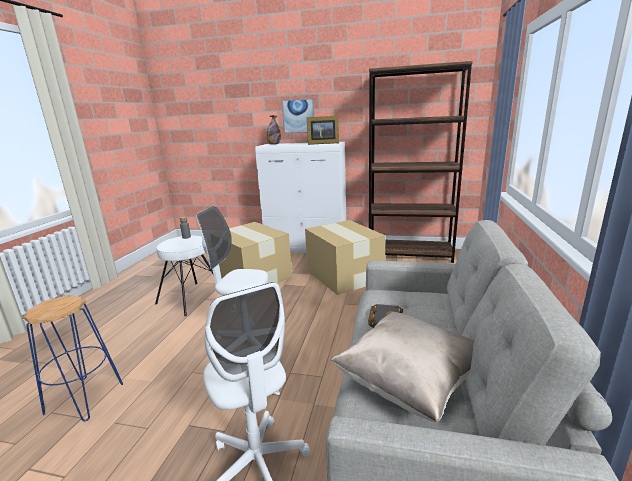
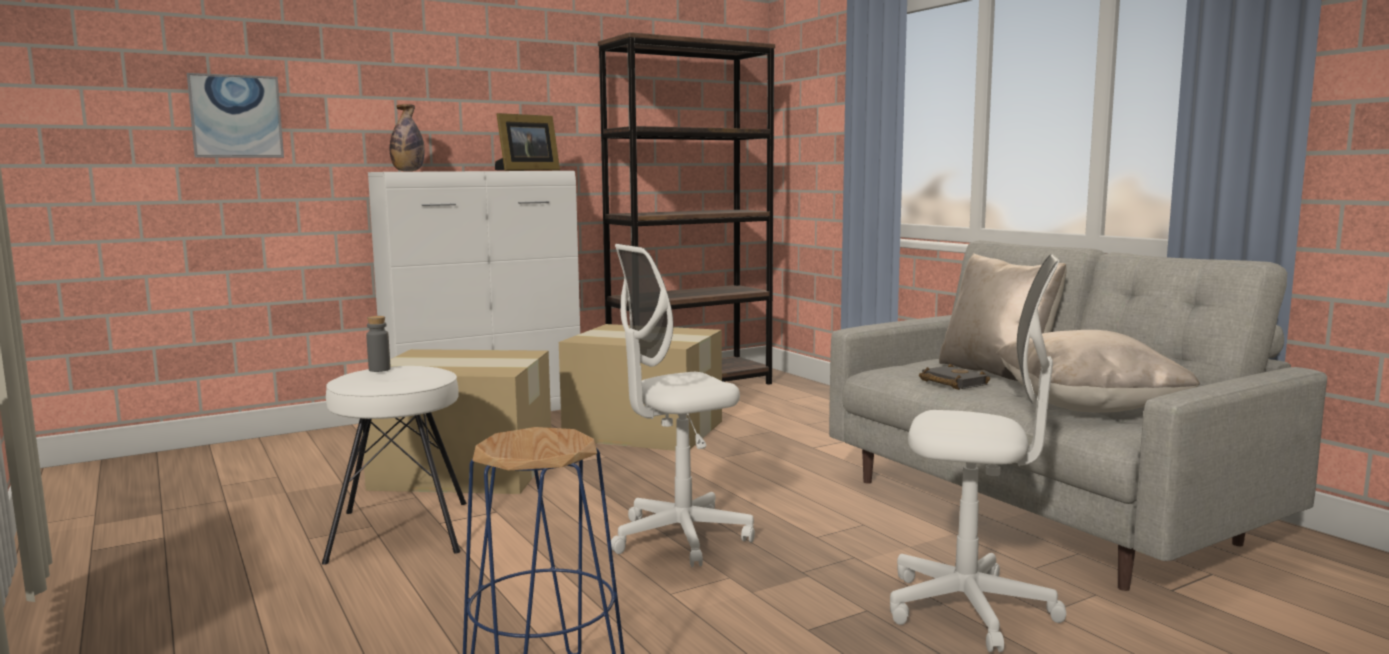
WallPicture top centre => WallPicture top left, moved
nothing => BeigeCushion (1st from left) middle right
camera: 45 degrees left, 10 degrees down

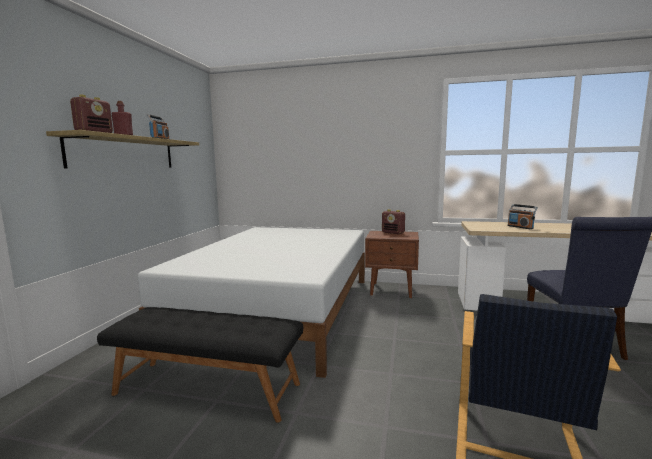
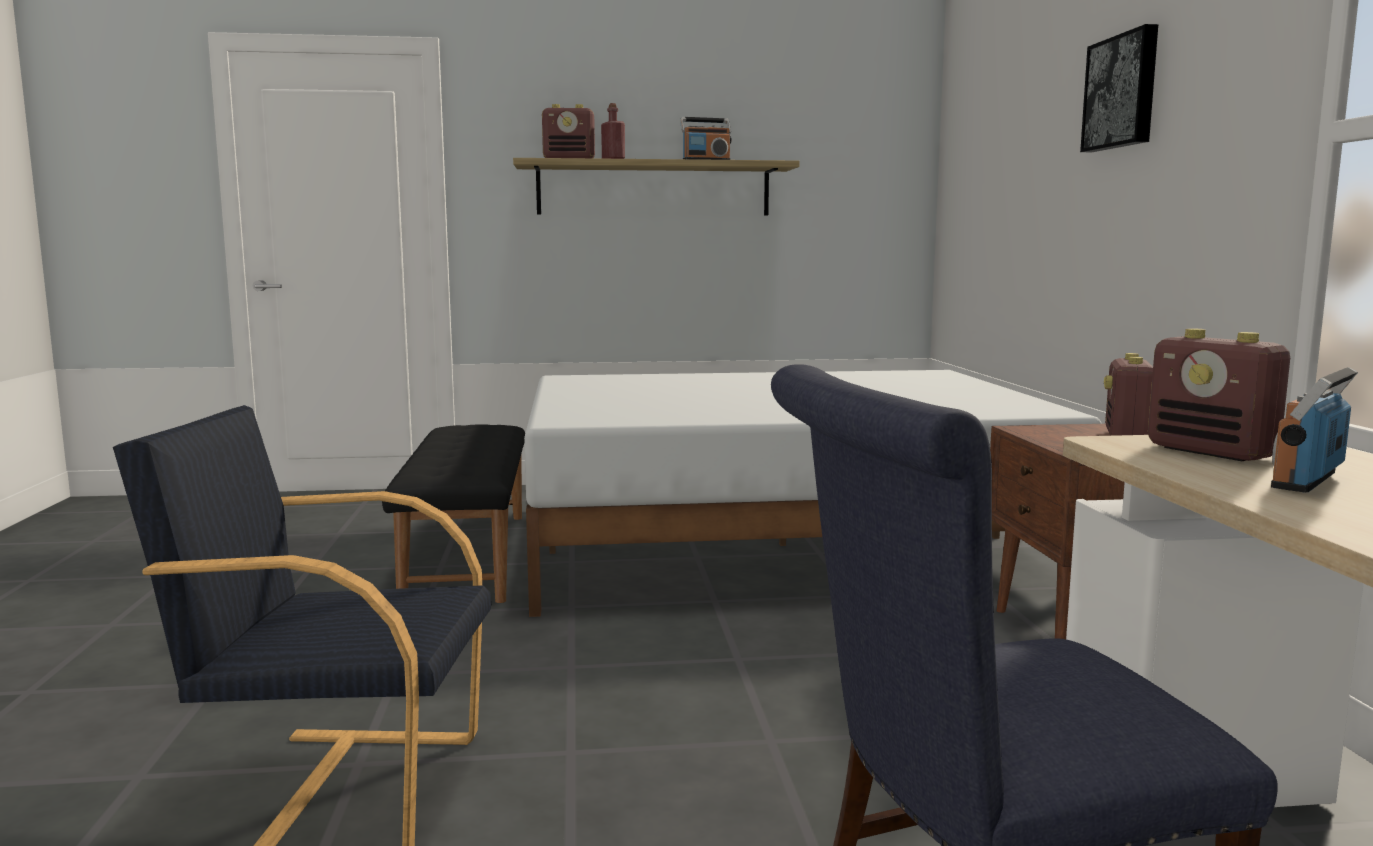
nothing => WallPicture top right
nothing => RadioReceiver (4th from left) middle right
camera: 70 degrees right, 0 degrees up

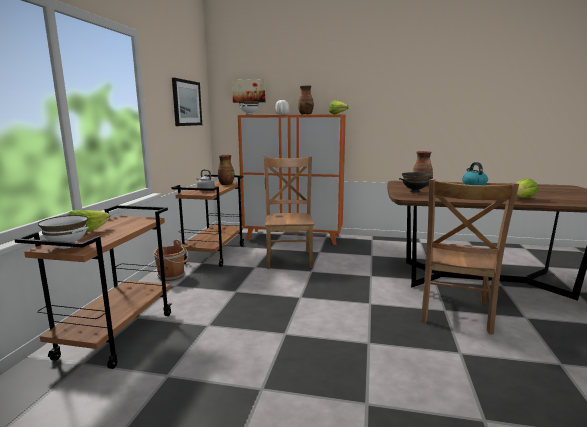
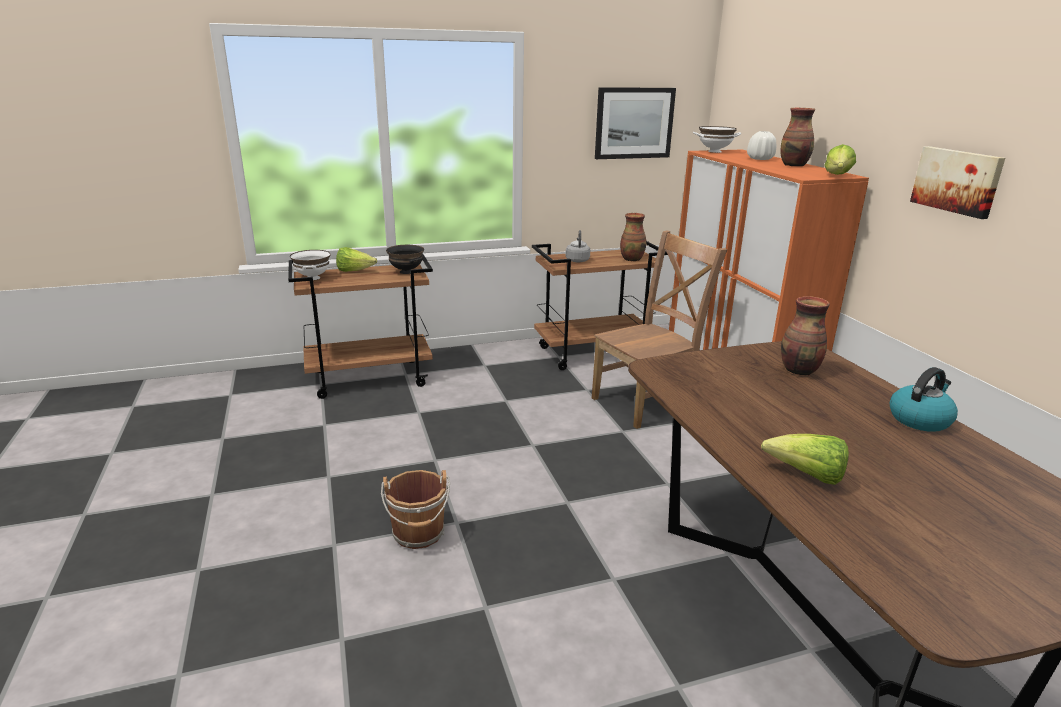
WallPicture (2nd from left) top centre => WallPicture (2nd from left) top right, moved
BlackishDeepDish middle right => BlackishDeepDish centre, moved
BrownColouredPlainChair (2nd from left) middle right => nothing
BrownColouredBucket middle left => BrownColouredBucket bottom centre, moved
camera: 60 degrees right, 10 degrees up

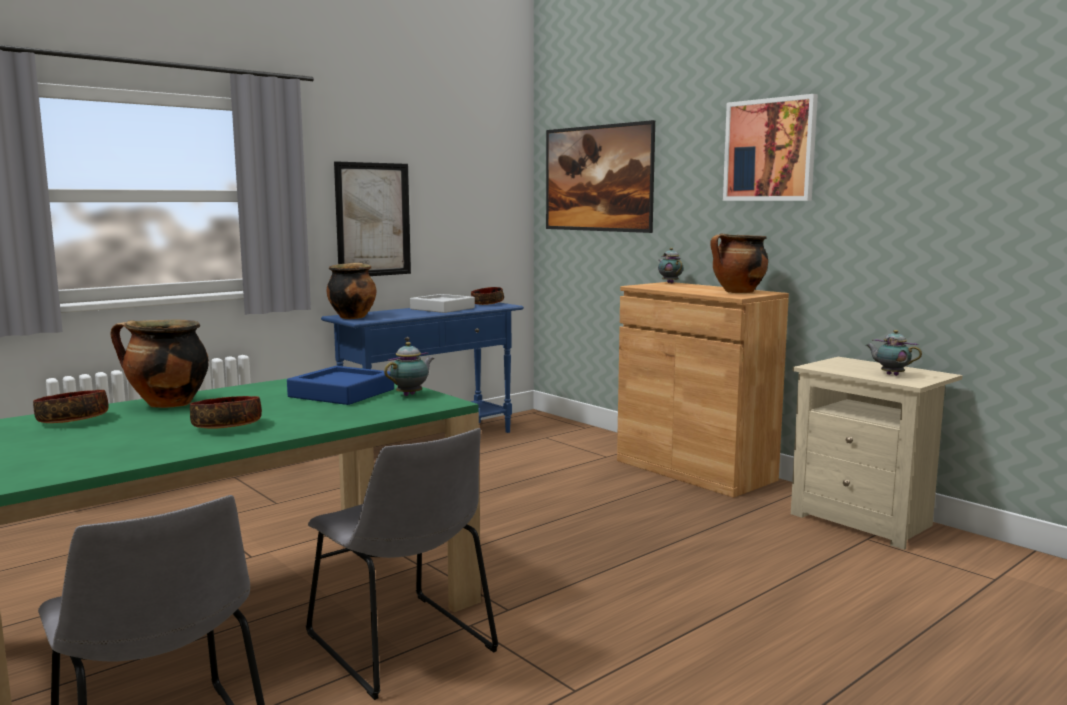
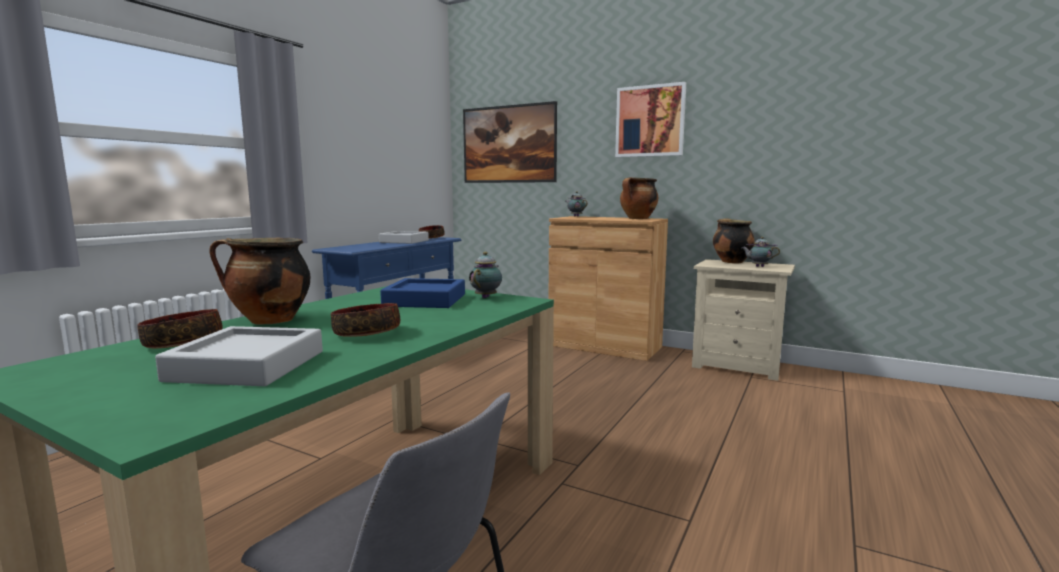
WallPicture (1st from left) top centre => nothing
CookingPot (2nd from left in the first image) middle left => CookingPot (3rd from left) middle right, moved
GreyishPlainChair (2nd from left) bottom centre => nothing
nothing => GreyishCarryingTray (1st from left) middle left
camera: 20 degrees left, 0 degrees up

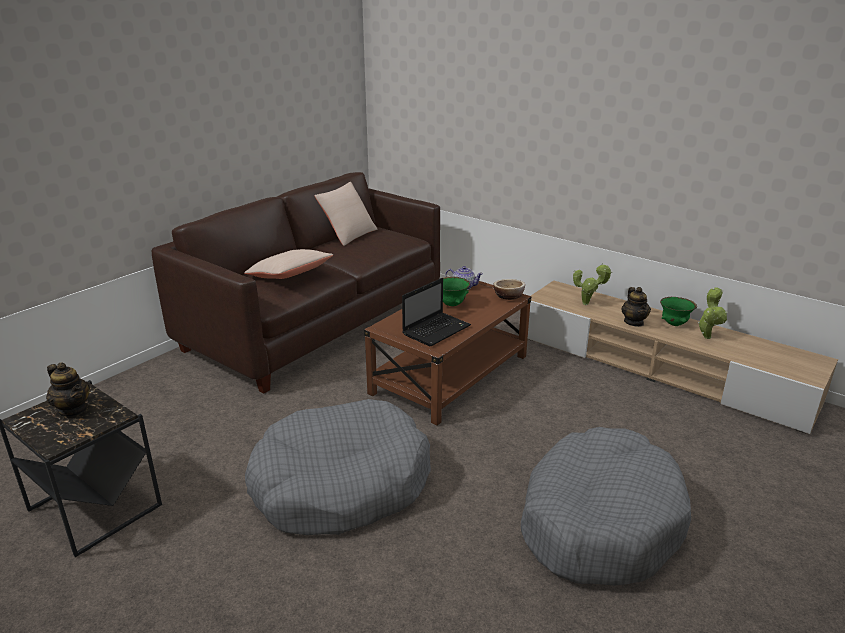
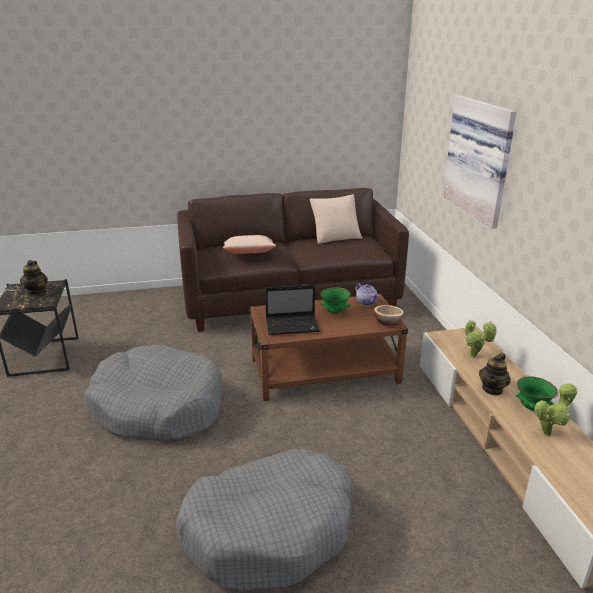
nothing => WallPicture top right
camera: 40 degrees right, 0 degrees up

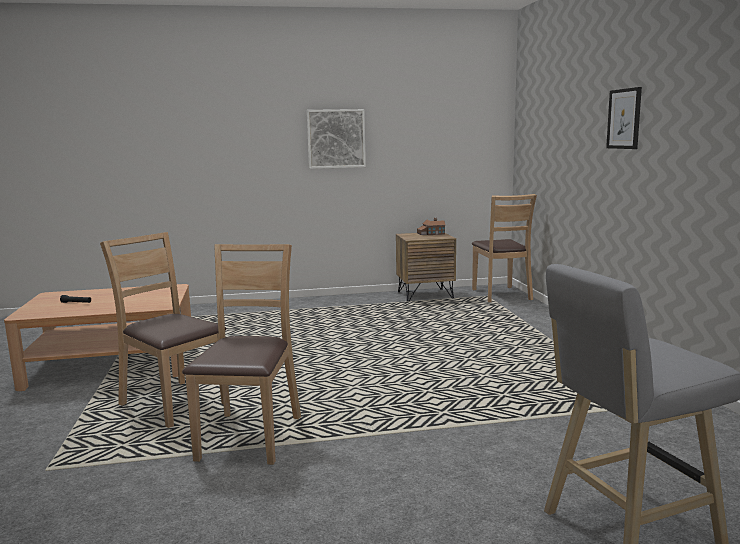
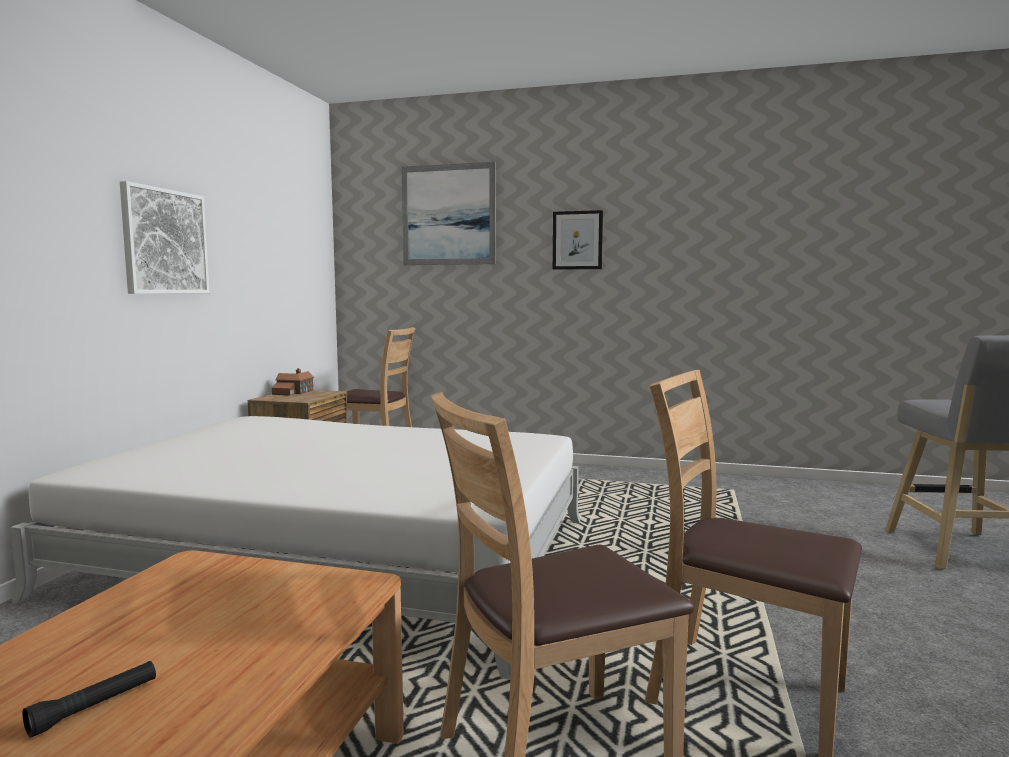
nothing => WallPicture (2nd from left) top centre
nothing => WhiteSleepingBed bottom left
camera: 65 degrees left, 5 degrees down

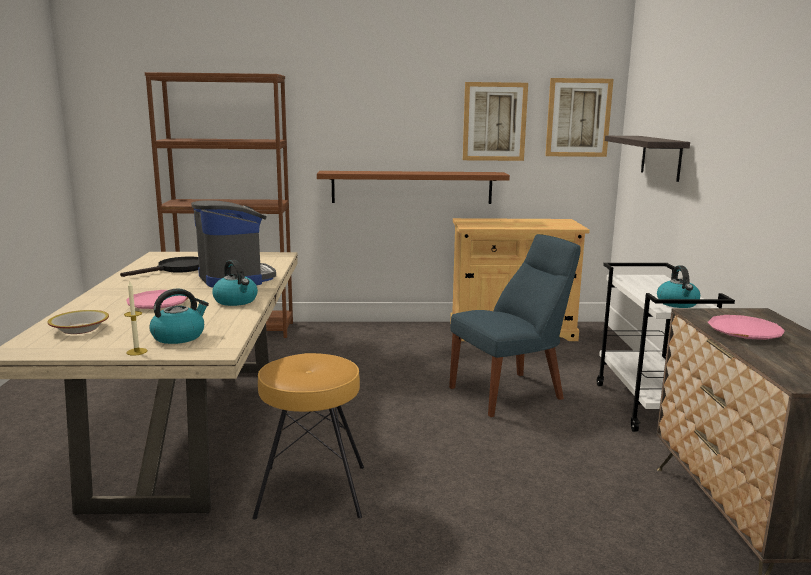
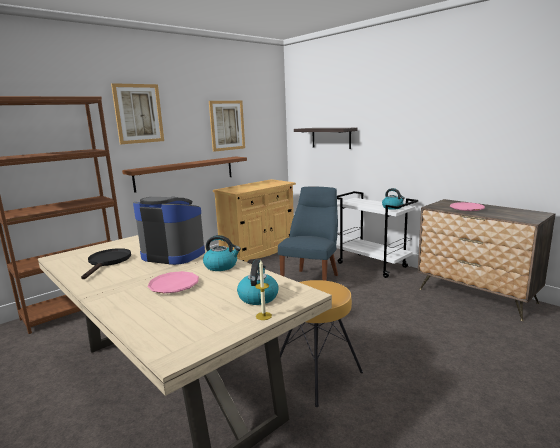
WallPicture (2nd from left in the first image) top right => WallPicture (1st from left) top left, moved
DeepDish middle left => nothing
camera: 40 degrees left, 0 degrees up

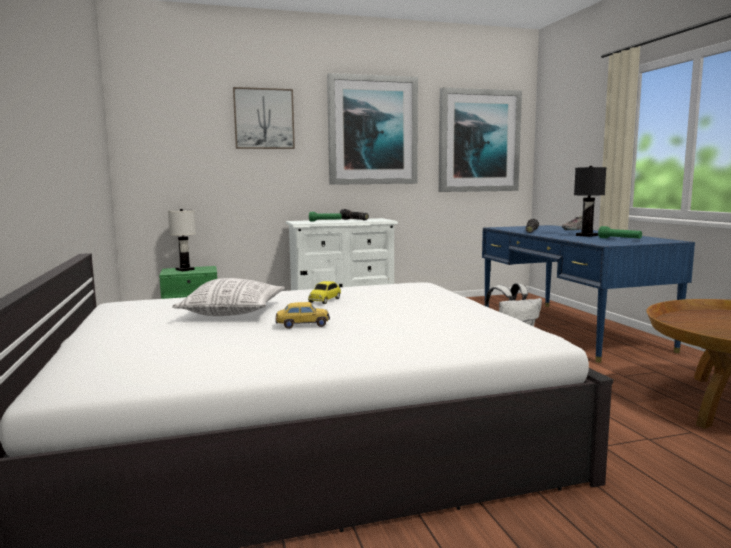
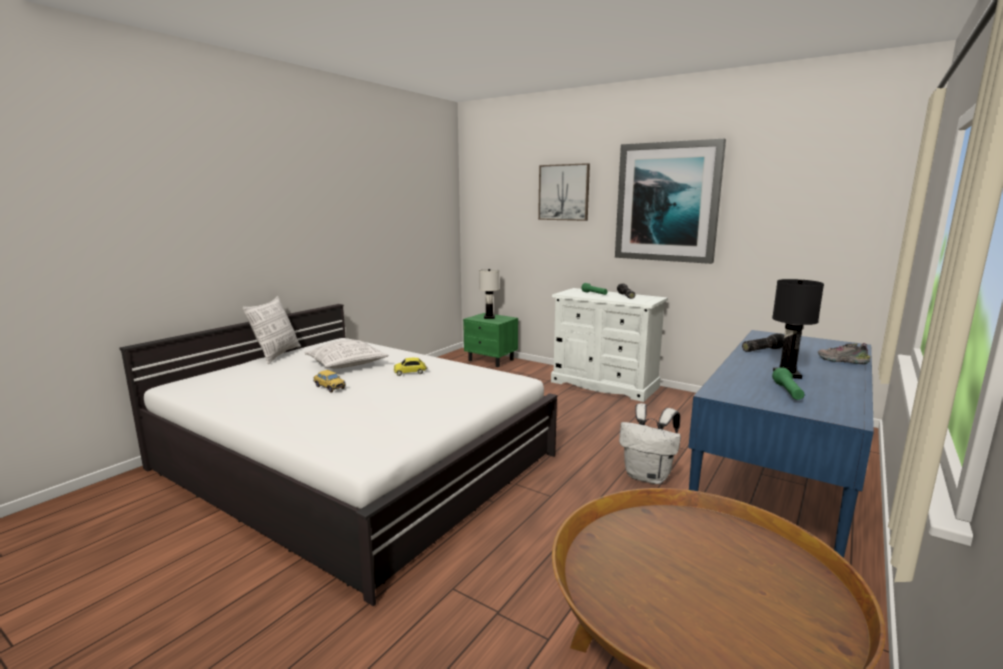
WallPicture (3rd from left) top centre => nothing
nothing => Cushion (1st from left) middle left
camera: 50 degrees right, 5 degrees up

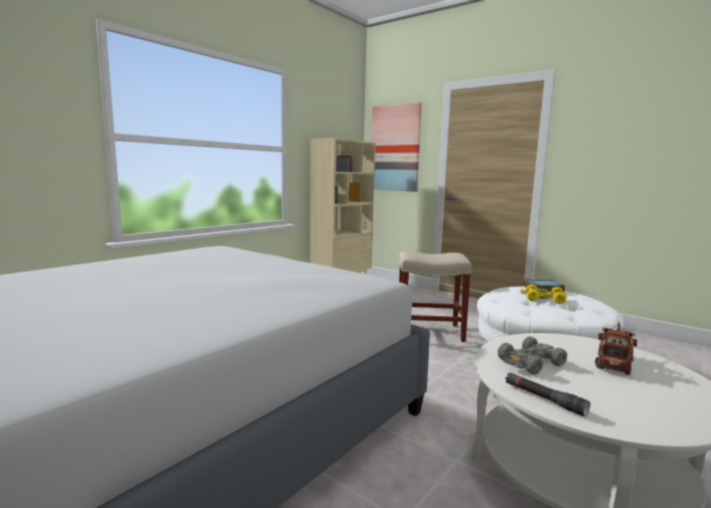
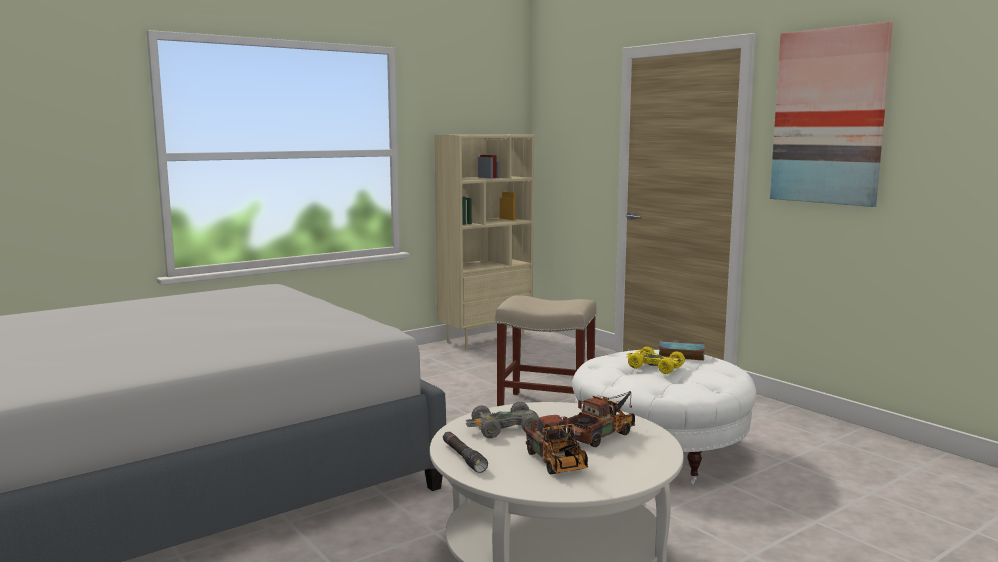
WallPicture top centre => WallPicture top right, moved
nothing => ToyLorry (1st from left) bottom centre
camera: 15 degrees right, 0 degrees up

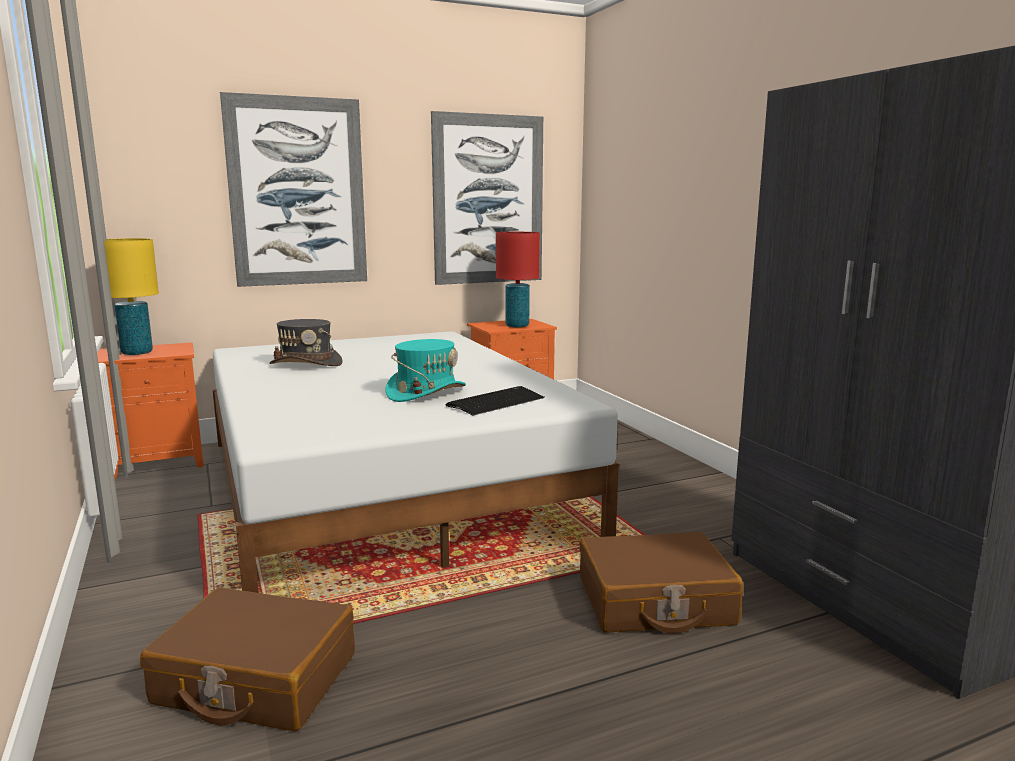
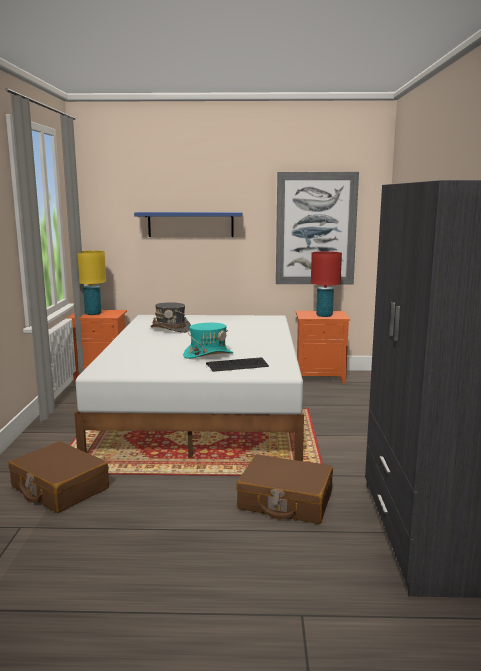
WallPicture (1st from left) top left => BluishWallShelf centre
camera: 25 degrees right, 0 degrees up

